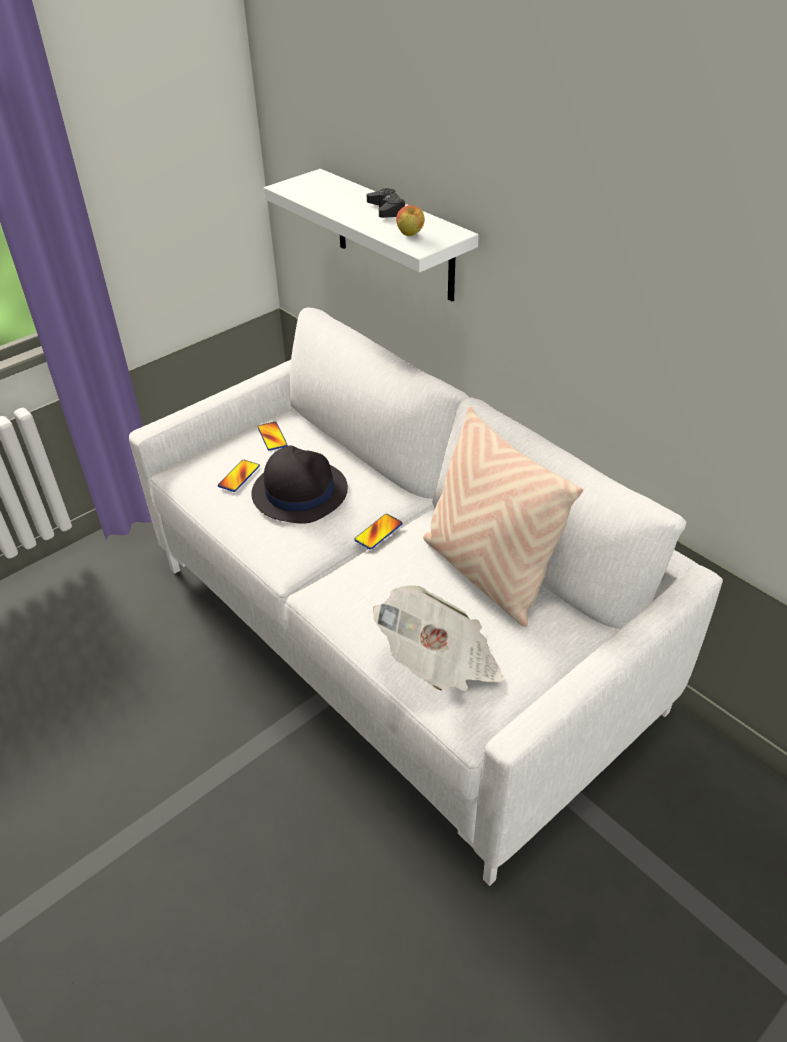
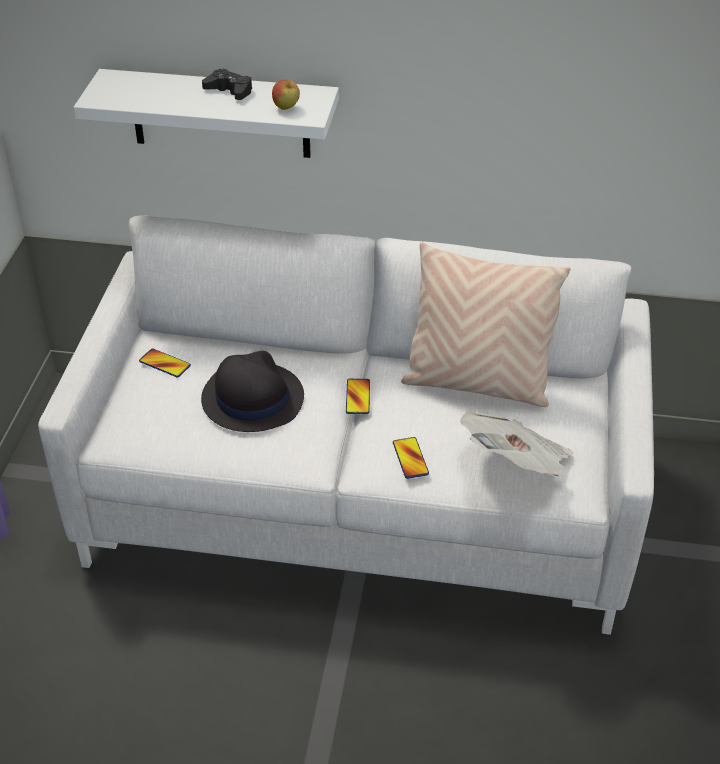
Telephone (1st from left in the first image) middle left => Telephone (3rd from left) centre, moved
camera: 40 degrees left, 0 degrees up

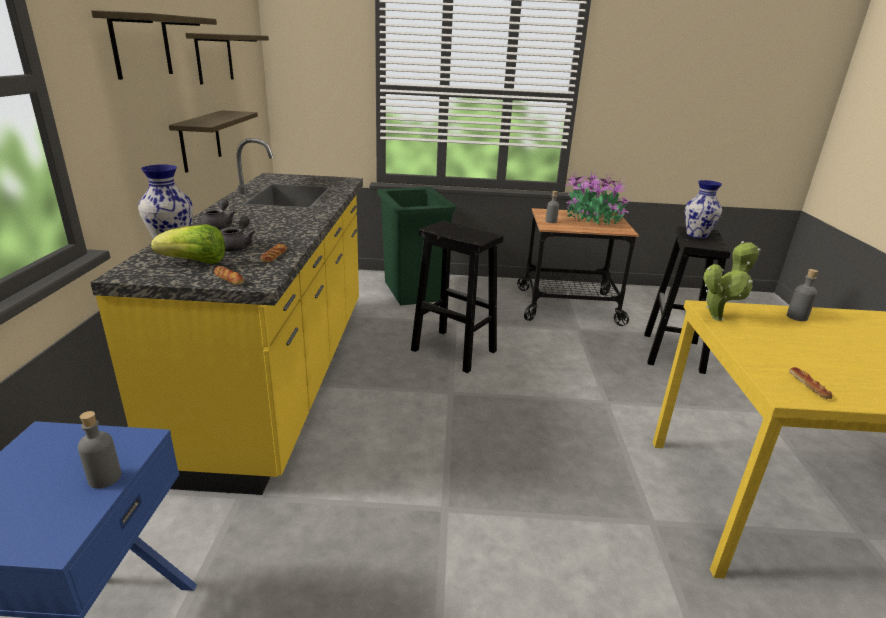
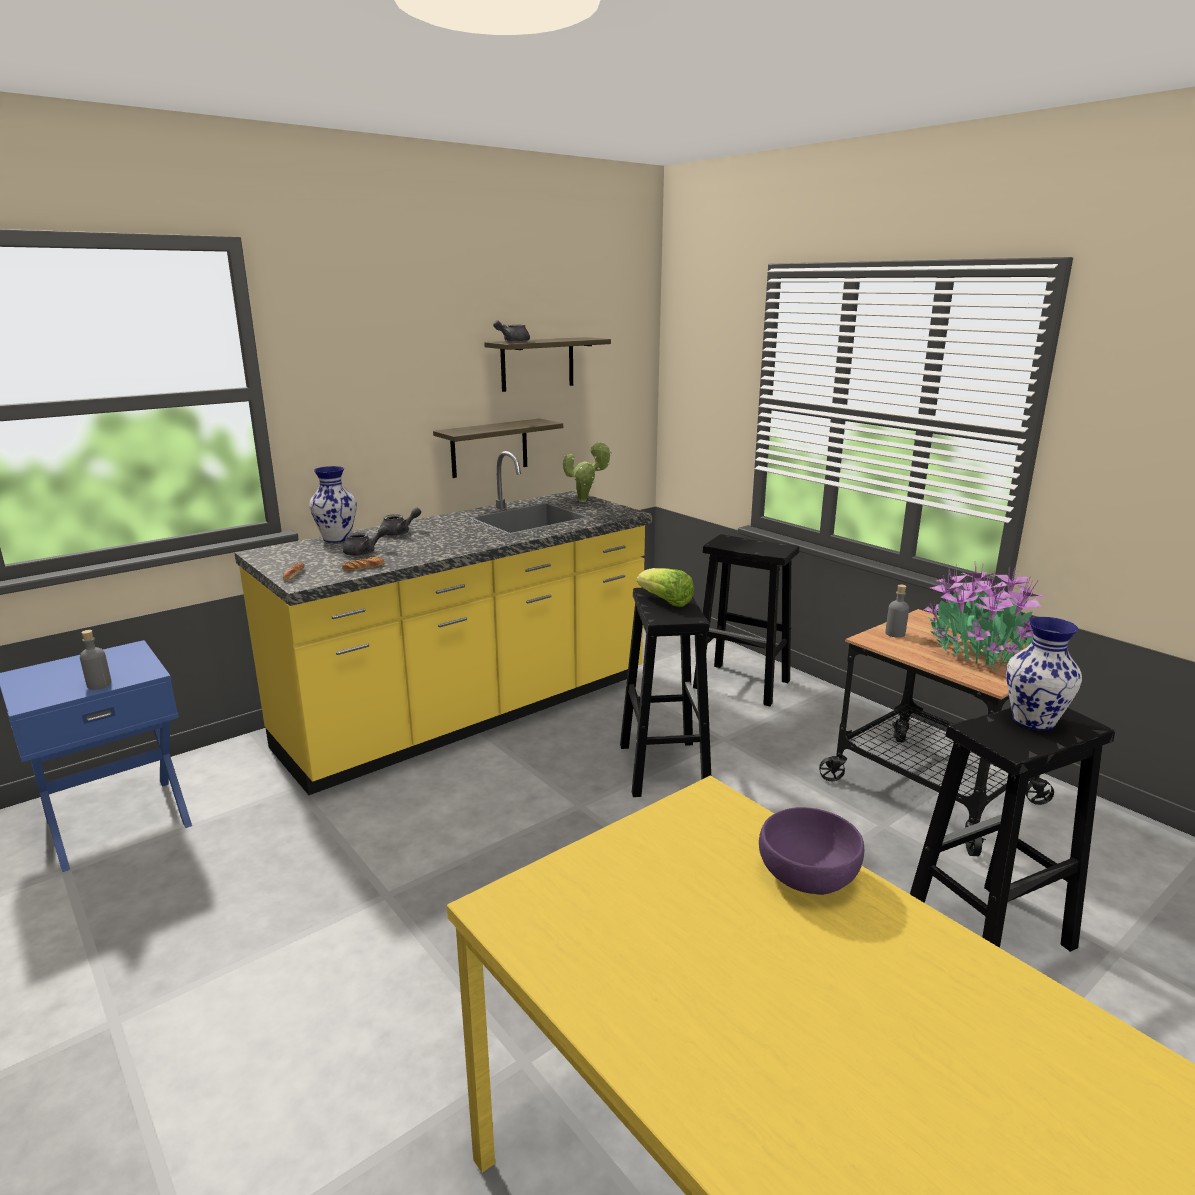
WallShelf (1st from left) top left => nothing
GreenishRubbishBin centre => BlackishSittingStool (2nd from left) centre
HeadOfLettuce middle left => HeadOfLettuce centre, moved
PlantInAPot (2nd from left in the first image) middle right => PlantInAPot (1st from left) centre, moved
GreyishDrinkBottle (3rd from left) middle right => PurpleColouredDeepDish bottom right
BakedBread (3rd from left) middle right => nothing
nothing => GreyishPotForTea (3rd from left) top centre
camera: 50 degrees right, 5 degrees down

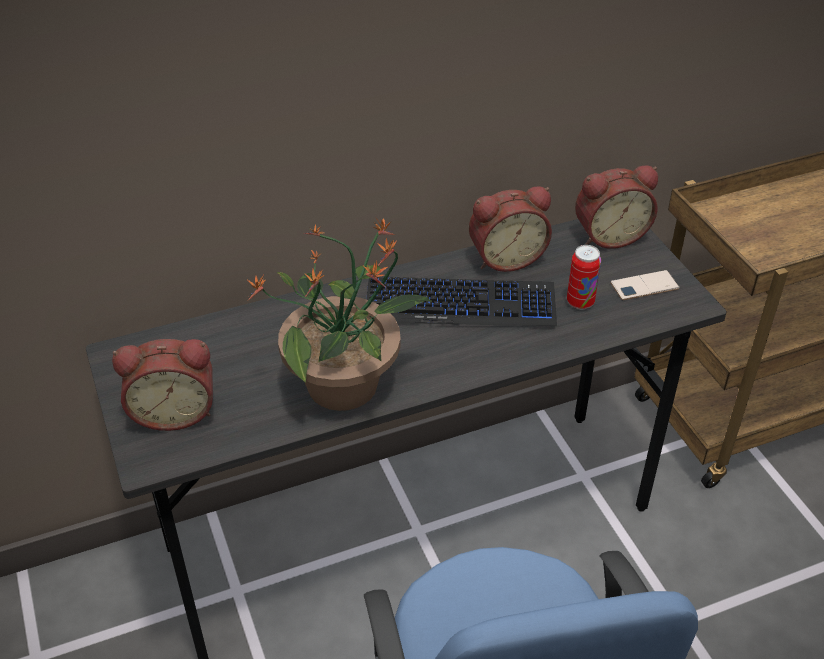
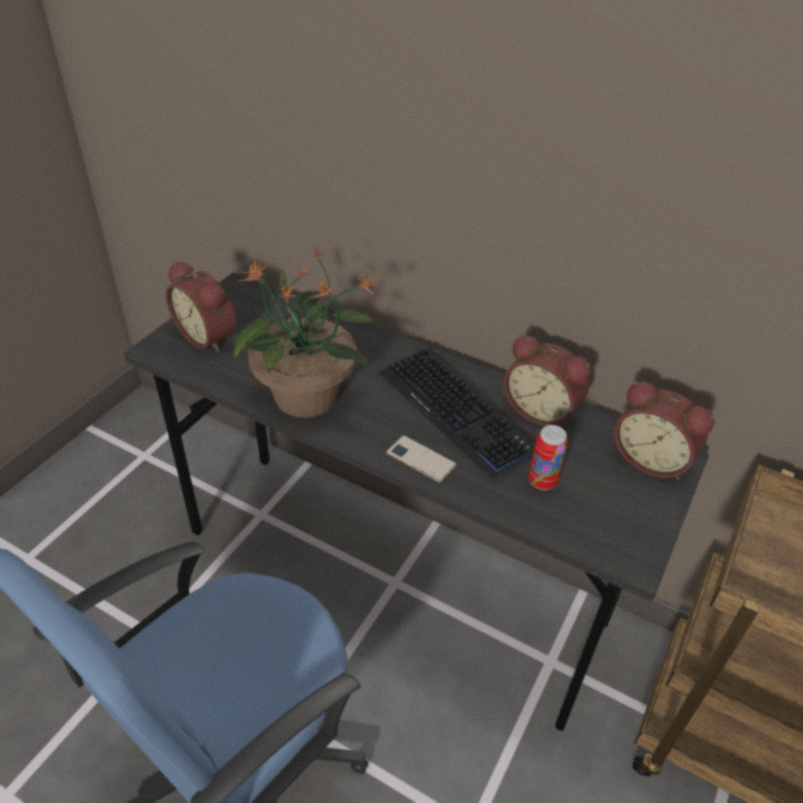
Telephone middle right => Telephone centre, moved
camera: 50 degrees right, 0 degrees up

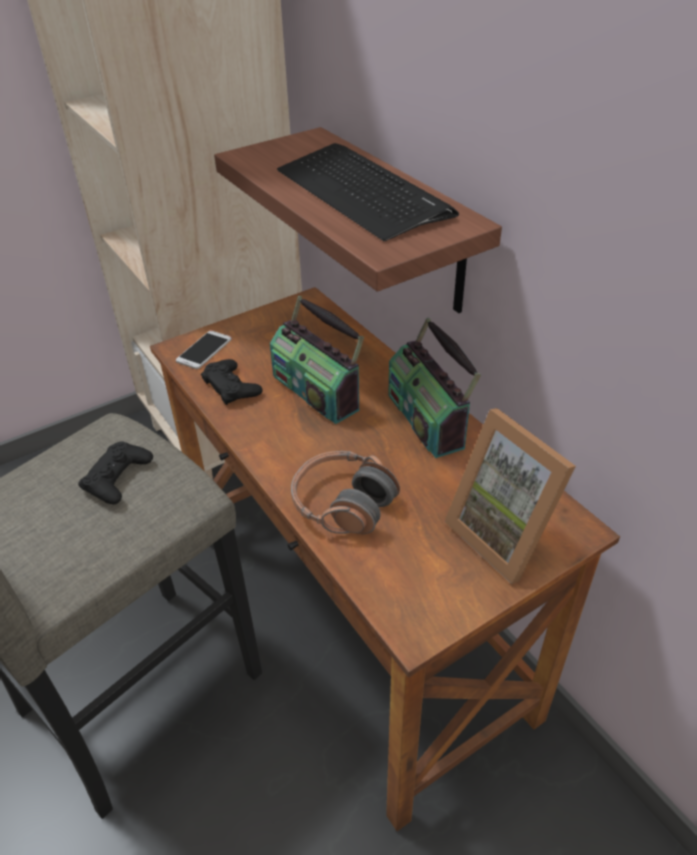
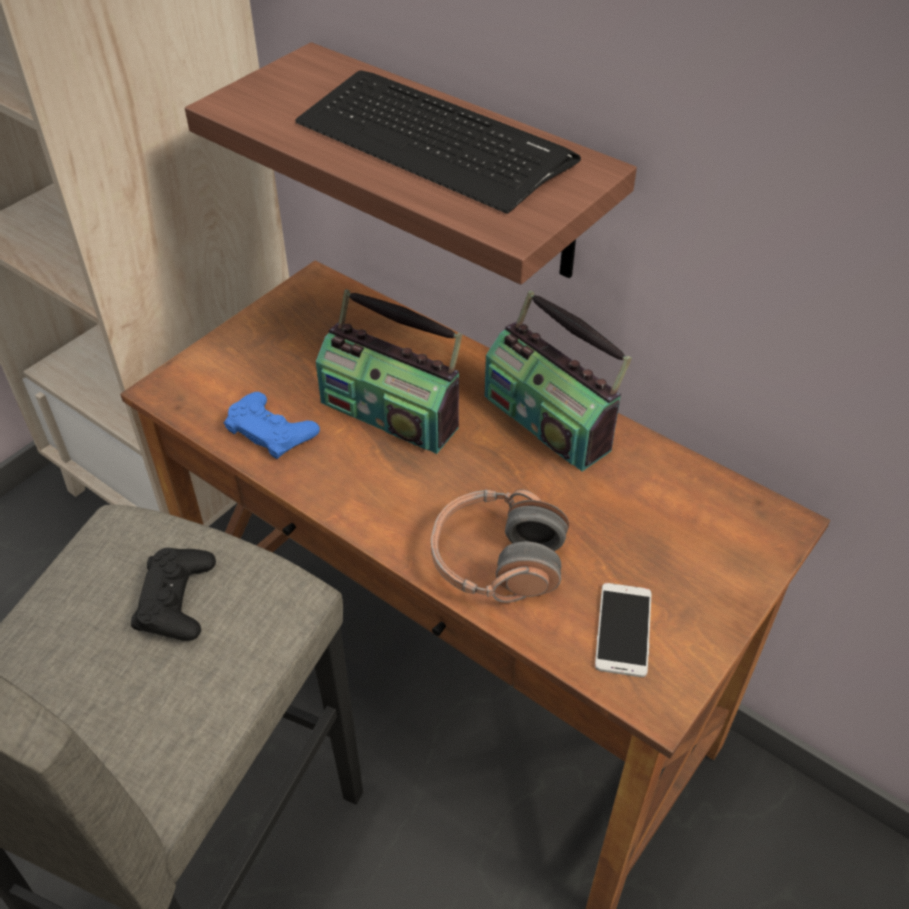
Telephone middle left => Telephone bottom right, moved
BlackishGameController (2nd from left) middle left => BluishGameController middle left
StandingFrame middle right => nothing
camera: 20 degrees left, 5 degrees up

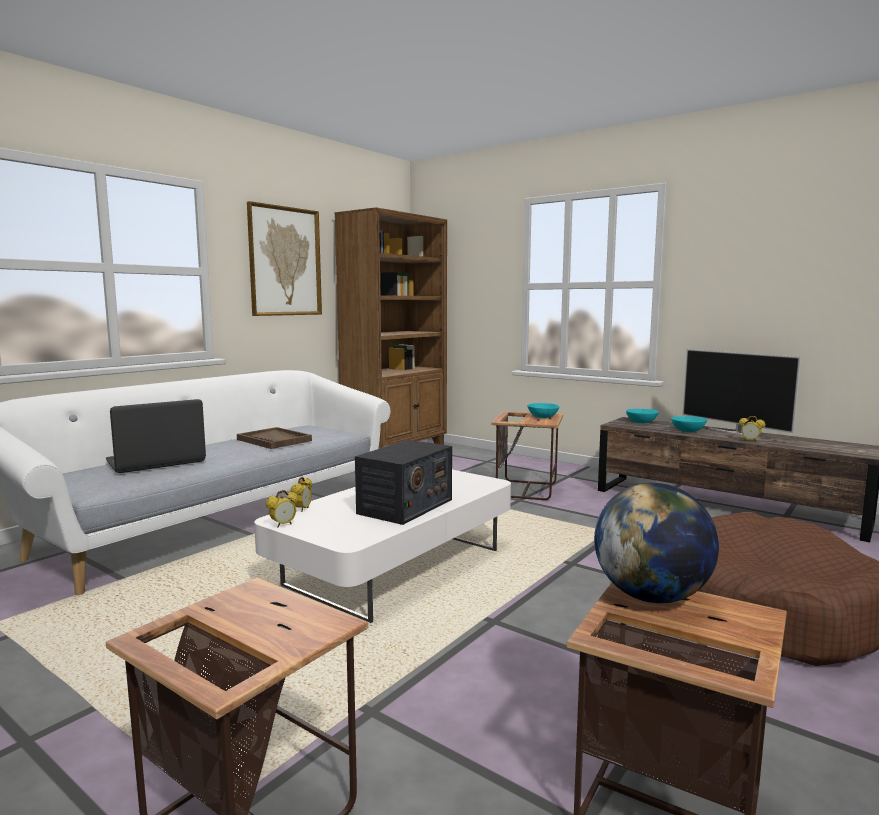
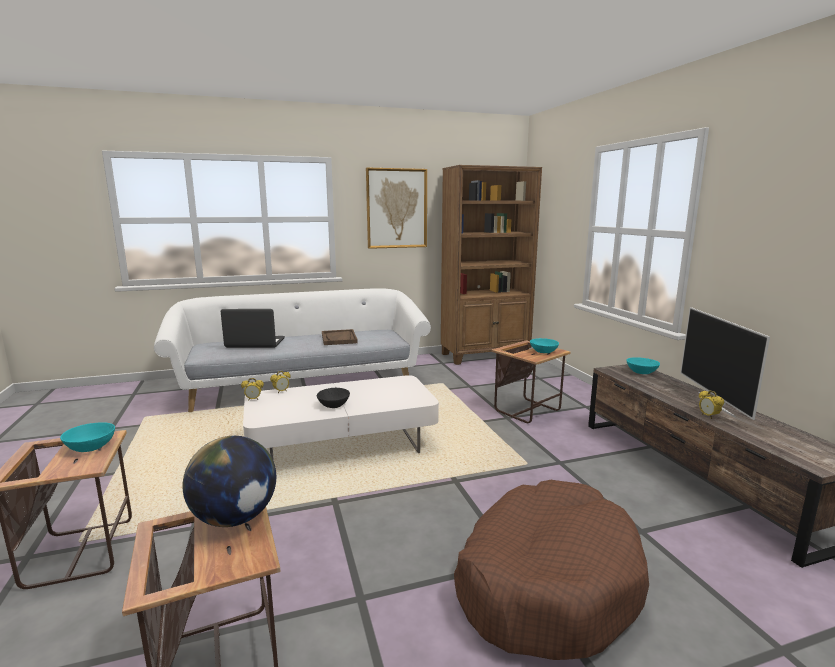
TurquoiseColouredDeepDish (3rd from left in the first image) middle right => TurquoiseColouredDeepDish (1st from left) middle left, moved
RadioReceiver centre => BlackishDeepDish centre
camera: 35 degrees right, 5 degrees up

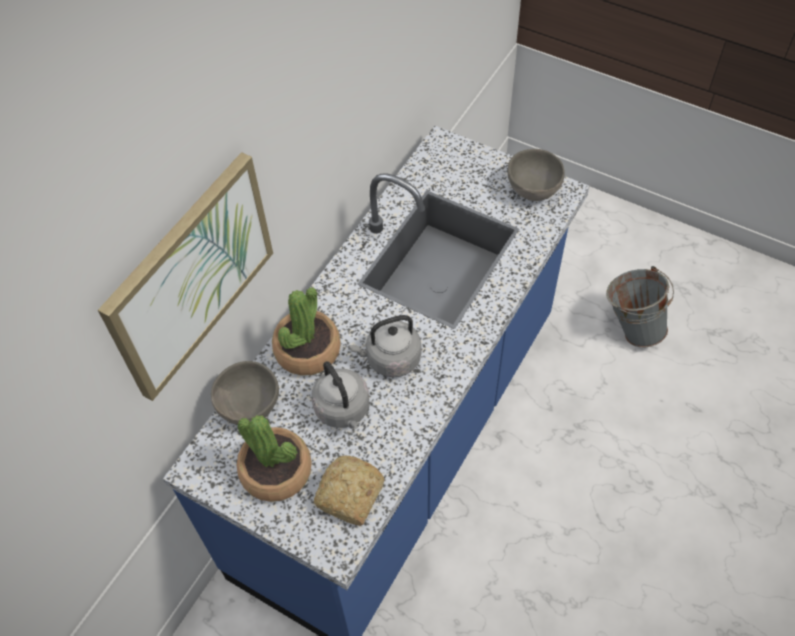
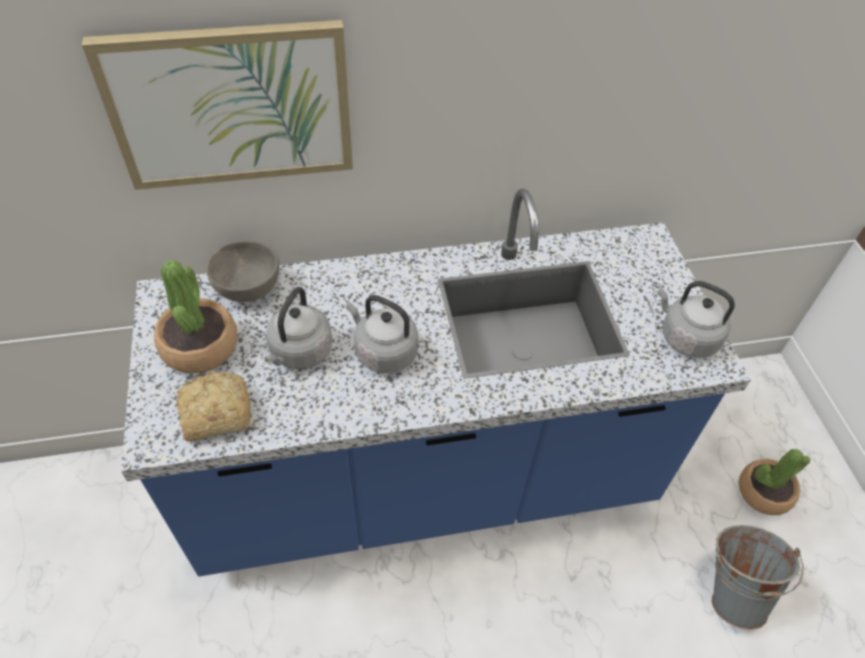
GreyishDeepDish (2nd from left) top right => GreyishTeaKettle (3rd from left) middle right
PlantInAPot (2nd from left) centre => PlantInAPot (2nd from left) bottom right, moved
camera: 45 degrees right, 5 degrees down

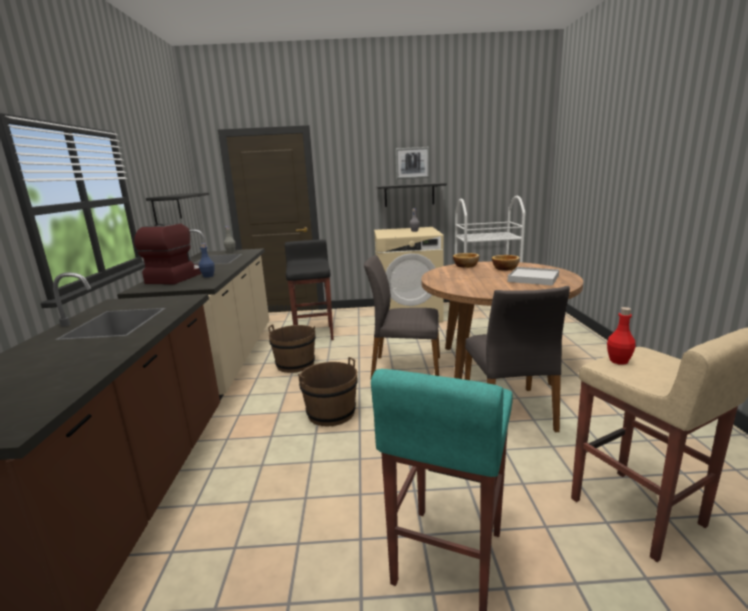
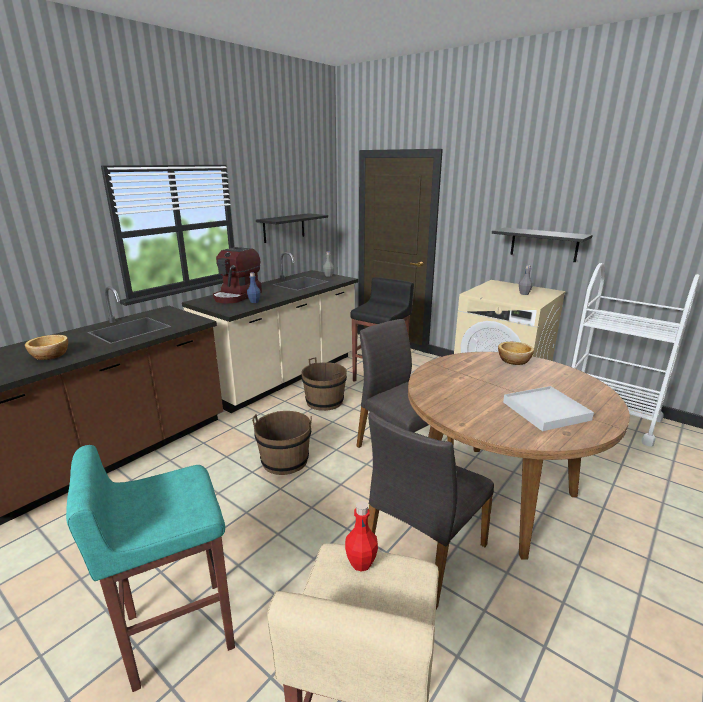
WallPicture top centre => nothing
CoffeeMaker middle left => CoffeeMaker centre, 150 degrees clockwise
DeepDish (2nd from left in the first image) middle right => DeepDish (1st from left) middle left, moved
camera: 40 degrees right, 5 degrees up

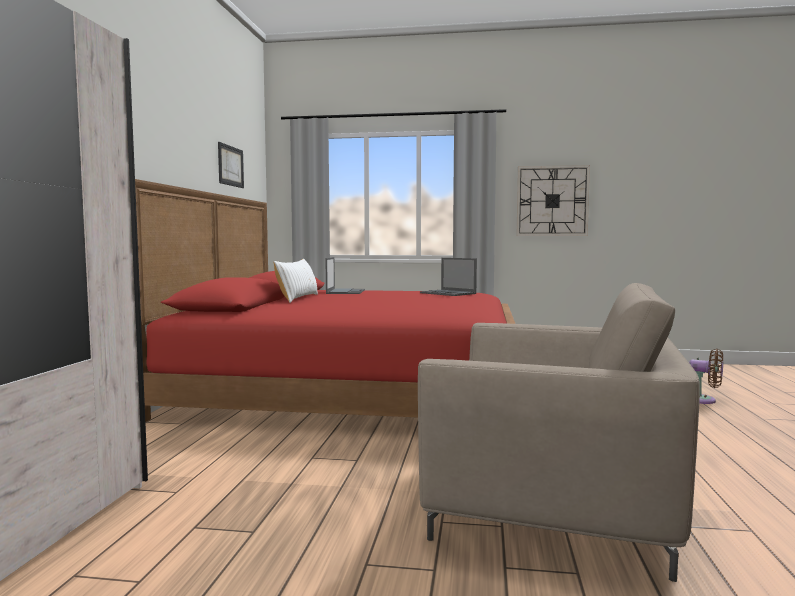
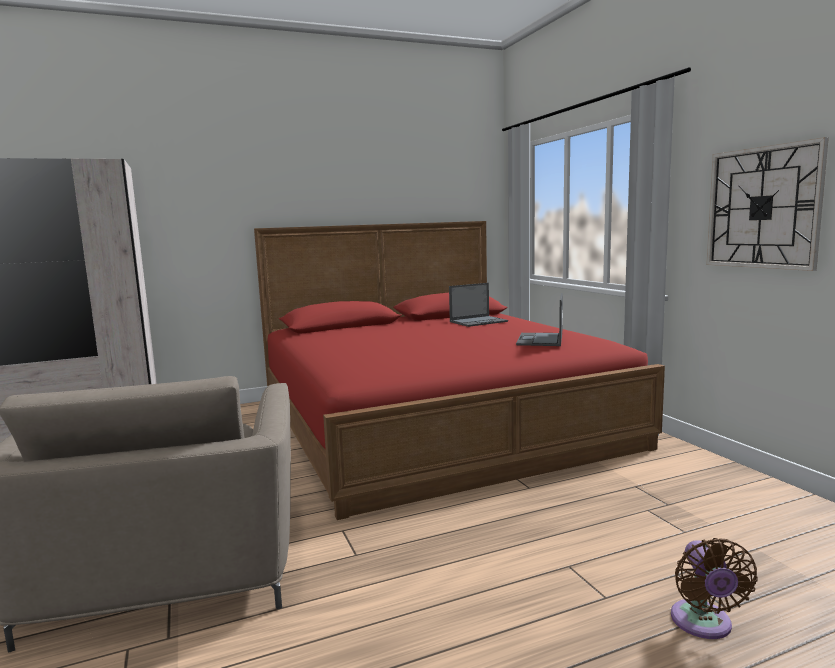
WallPicture top left => nothing
WhiteCushion centre => nothing
camera: 60 degrees right, 5 degrees up

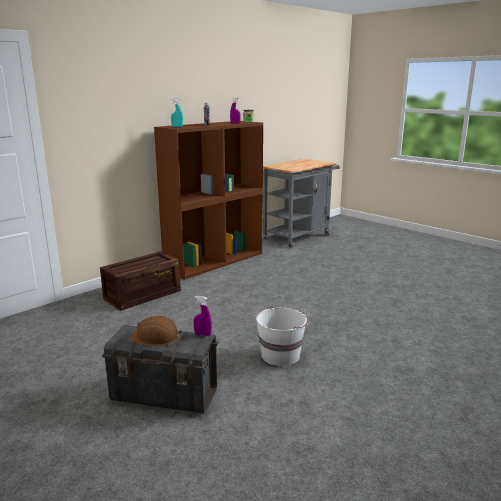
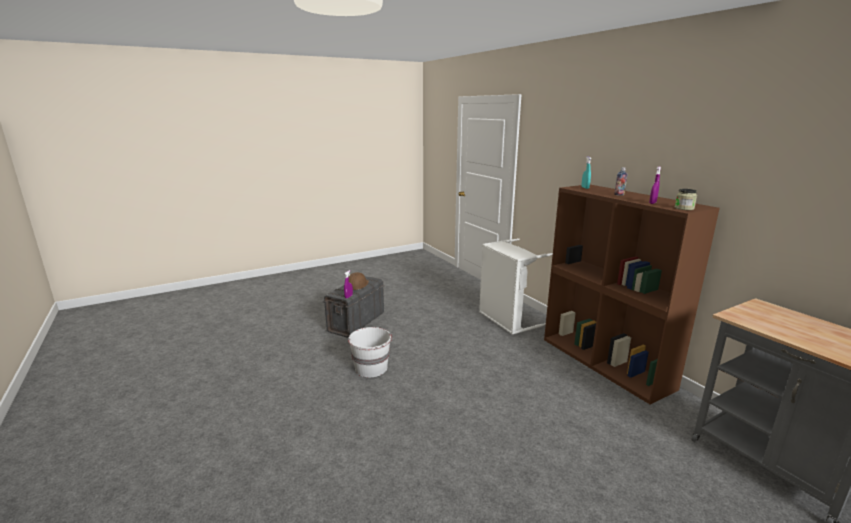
ShippingCrate middle left => WhiteWashingBasket centre
camera: 105 degrees right, 0 degrees up

